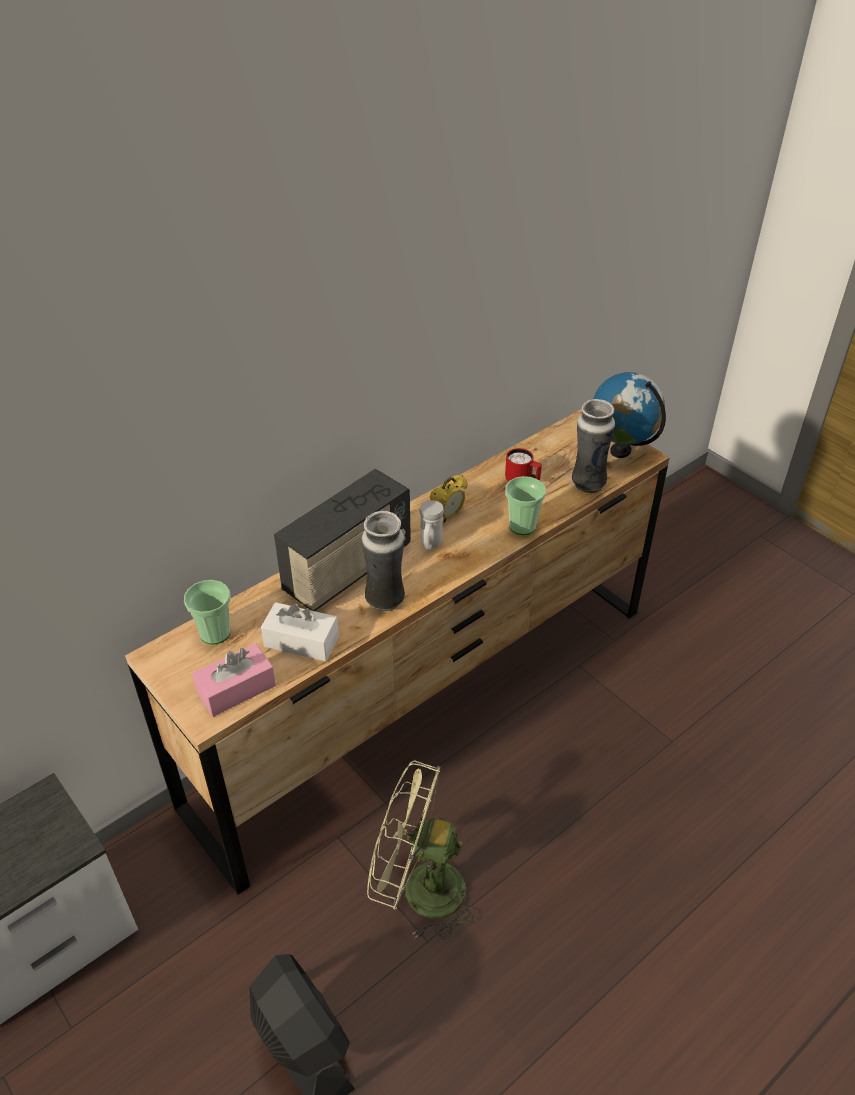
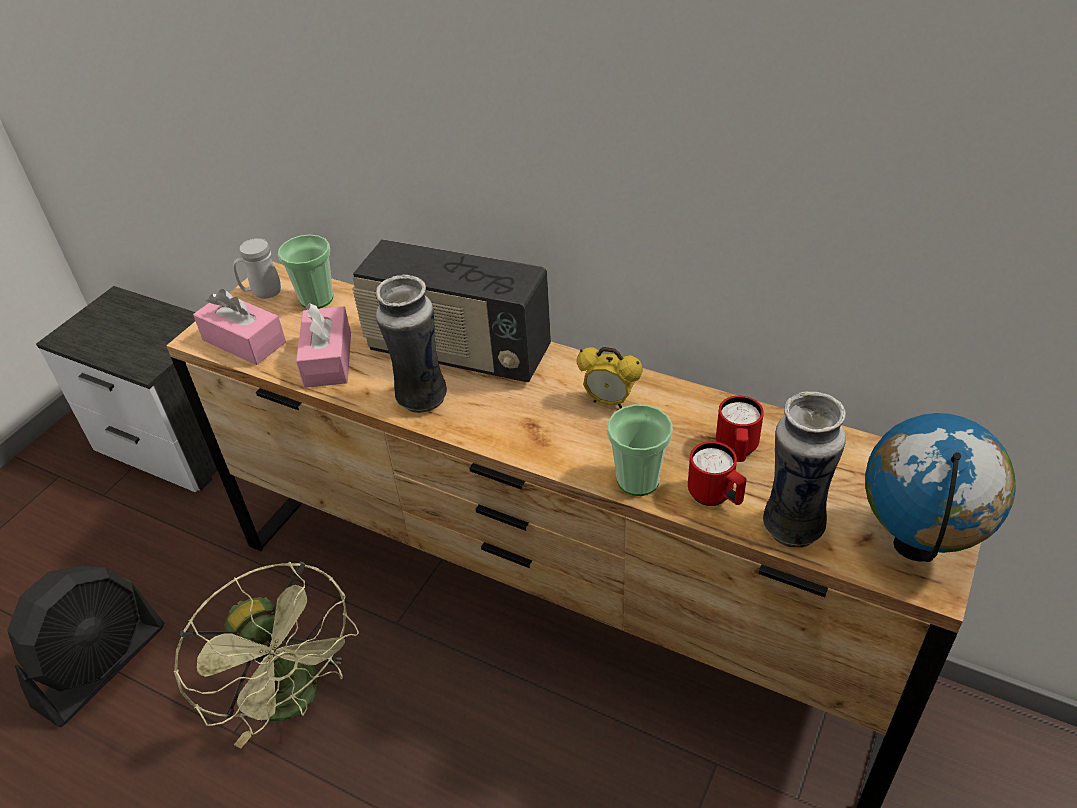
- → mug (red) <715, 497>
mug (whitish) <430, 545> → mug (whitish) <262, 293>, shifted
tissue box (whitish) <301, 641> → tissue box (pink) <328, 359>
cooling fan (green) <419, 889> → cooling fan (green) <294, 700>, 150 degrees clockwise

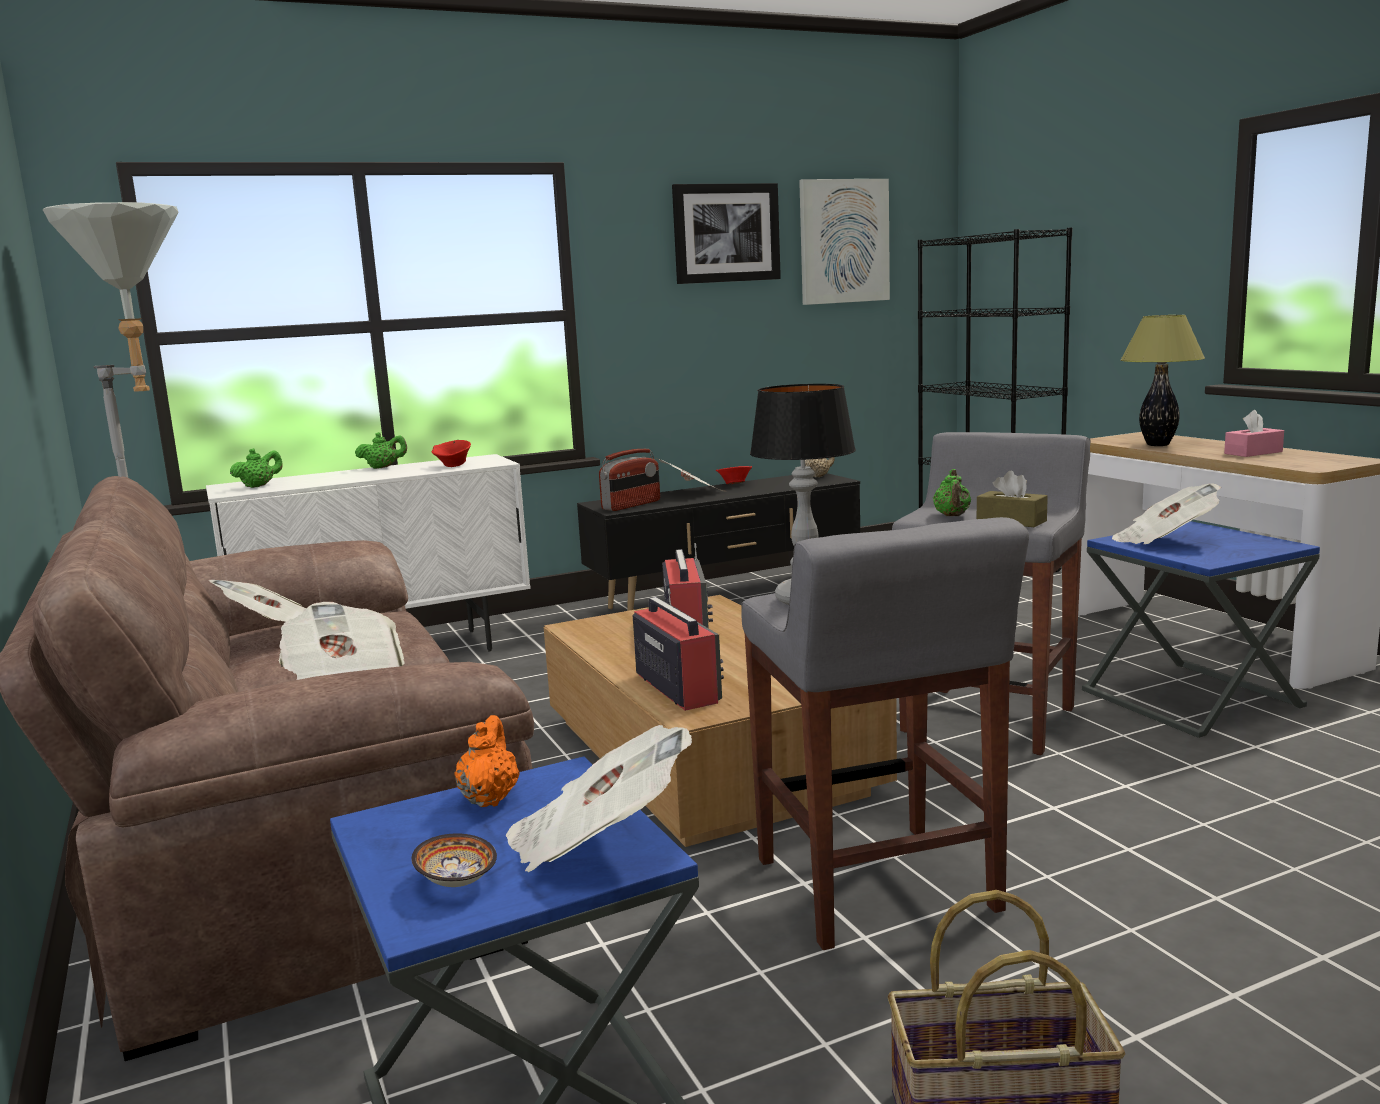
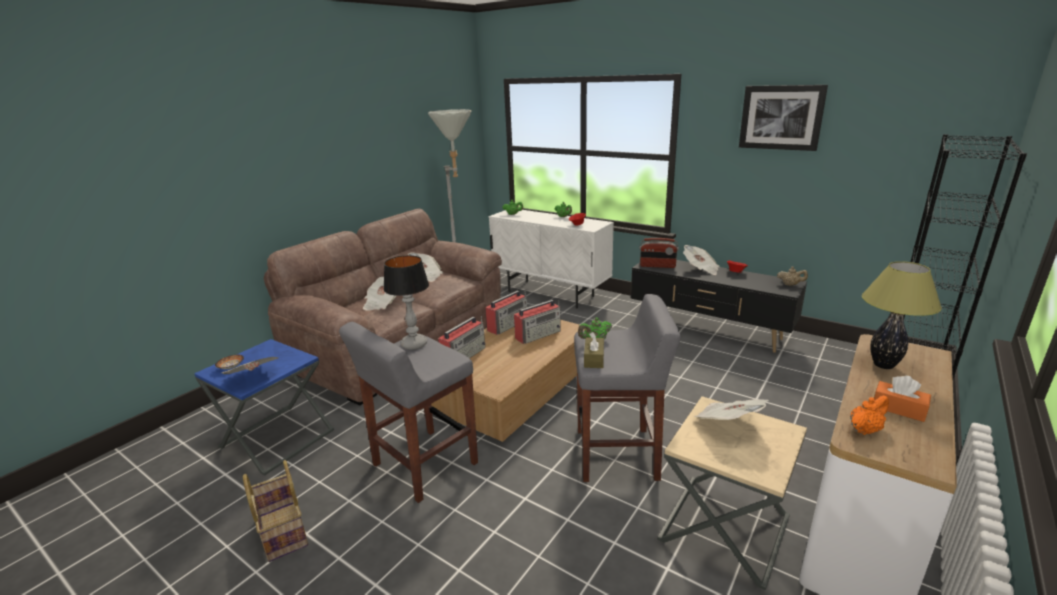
wall art <843, 241> → -
- → radio set <508, 325>
teapot (orange-coloured) <490, 798> → teapot (orange-coloured) <865, 429>, shifted
accent table (blue) <1190, 699> → accent table (beige-coloured) <724, 528>
tissue box (pink) <1253, 453> → tissue box (orange-coloured) <898, 408>

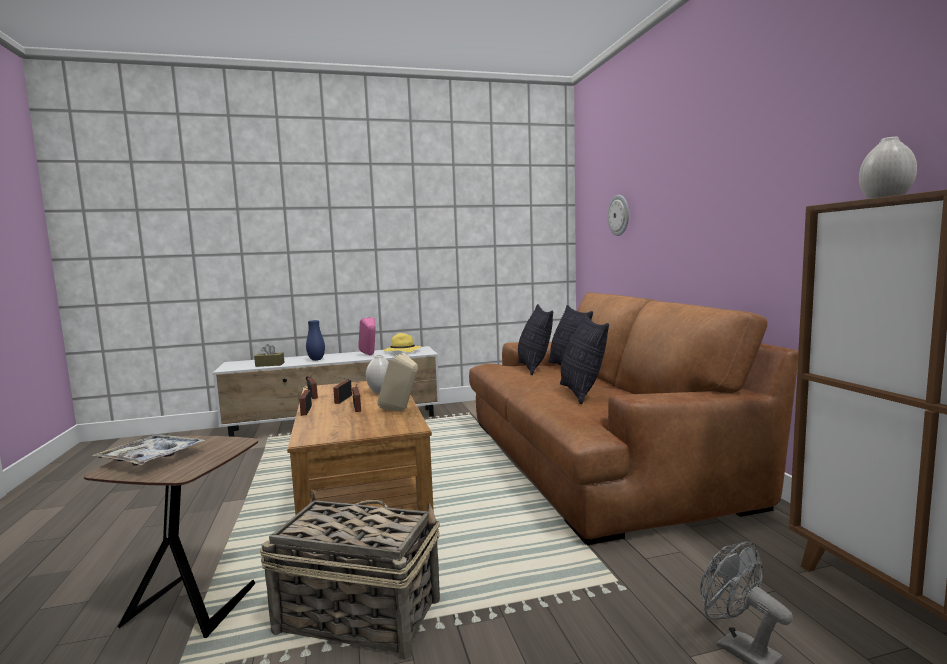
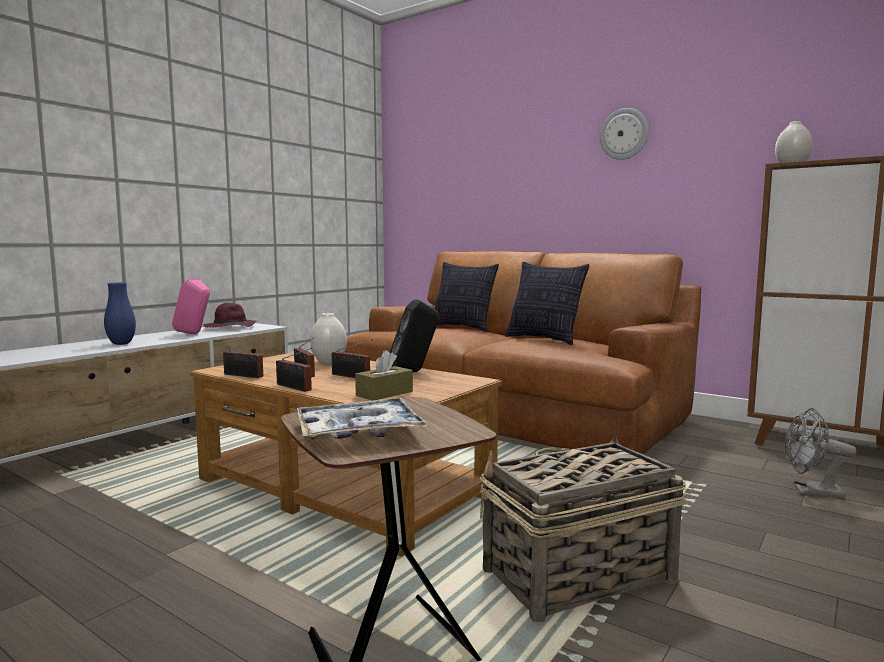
cushion <534, 368> → -
tissue box (brown-coloured) <270, 364> → tissue box (brown-coloured) <384, 393>, shifted
clock on the wall <619, 215> → clock on the wall <624, 134>, shifted
audio speaker (beige-coloured) <400, 411> → audio speaker (black) <414, 372>
wearable hat (yellow-coloured) <402, 351> → wearable hat (purplish) <229, 328>

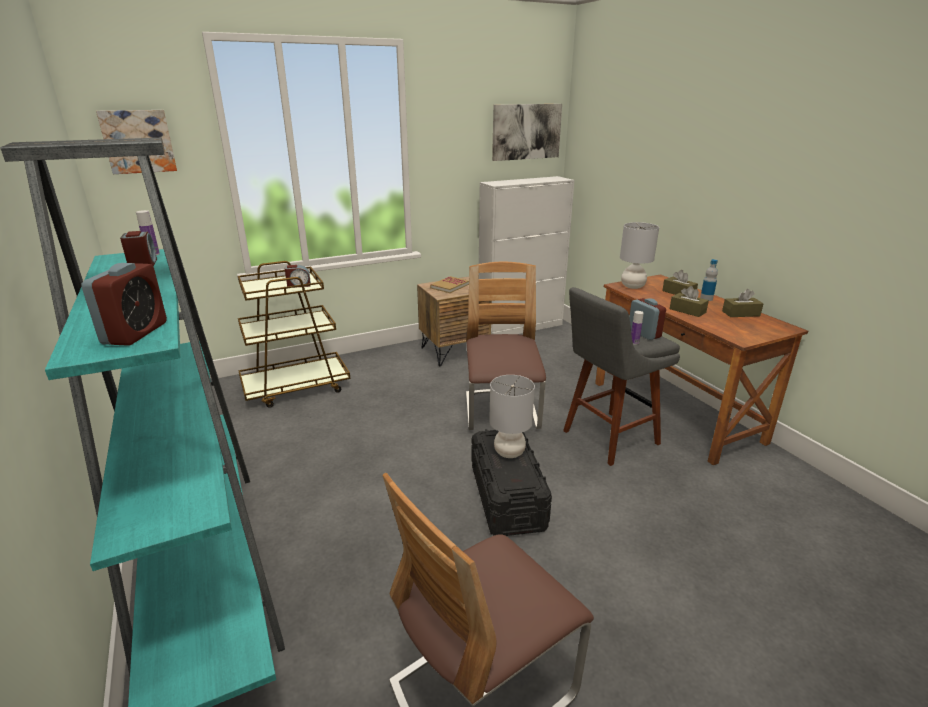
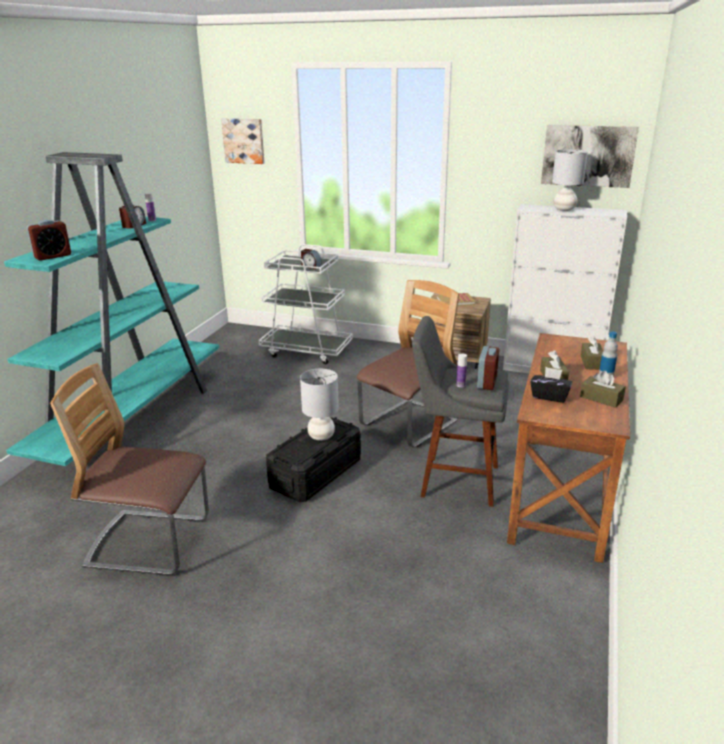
- → tissue box (black) <549, 396>
table lamp (grey) <633, 286> → table lamp (grey) <564, 209>, shifted
cart (brown-coloured) <296, 387> → cart (whitish) <306, 351>

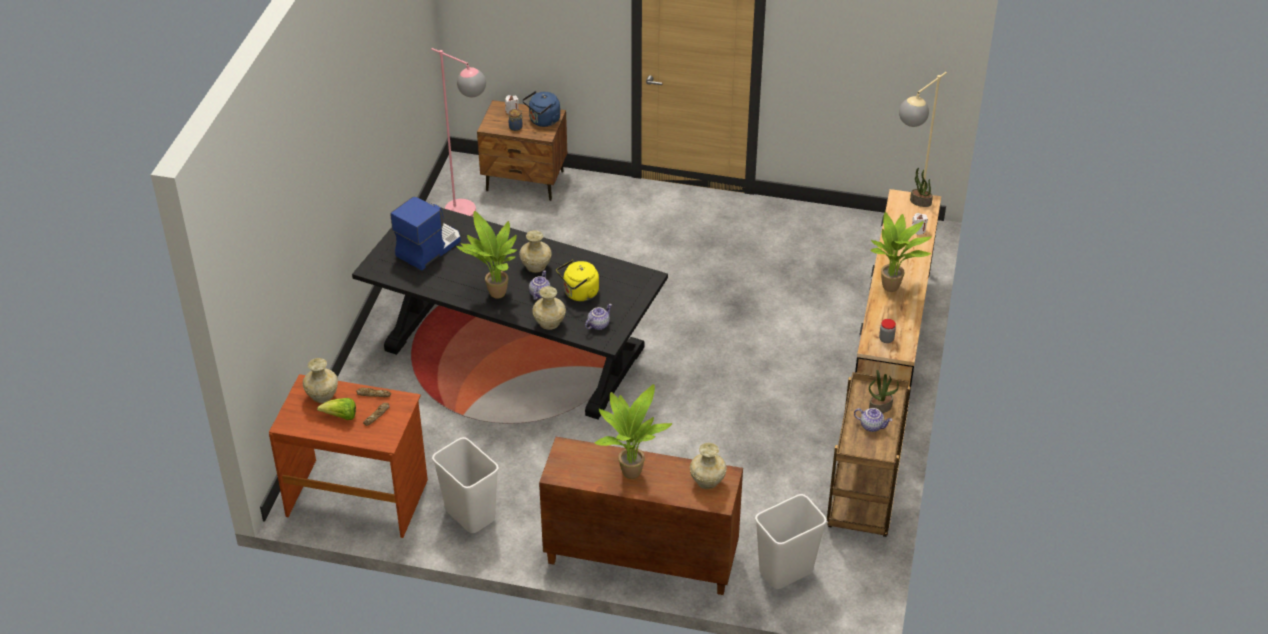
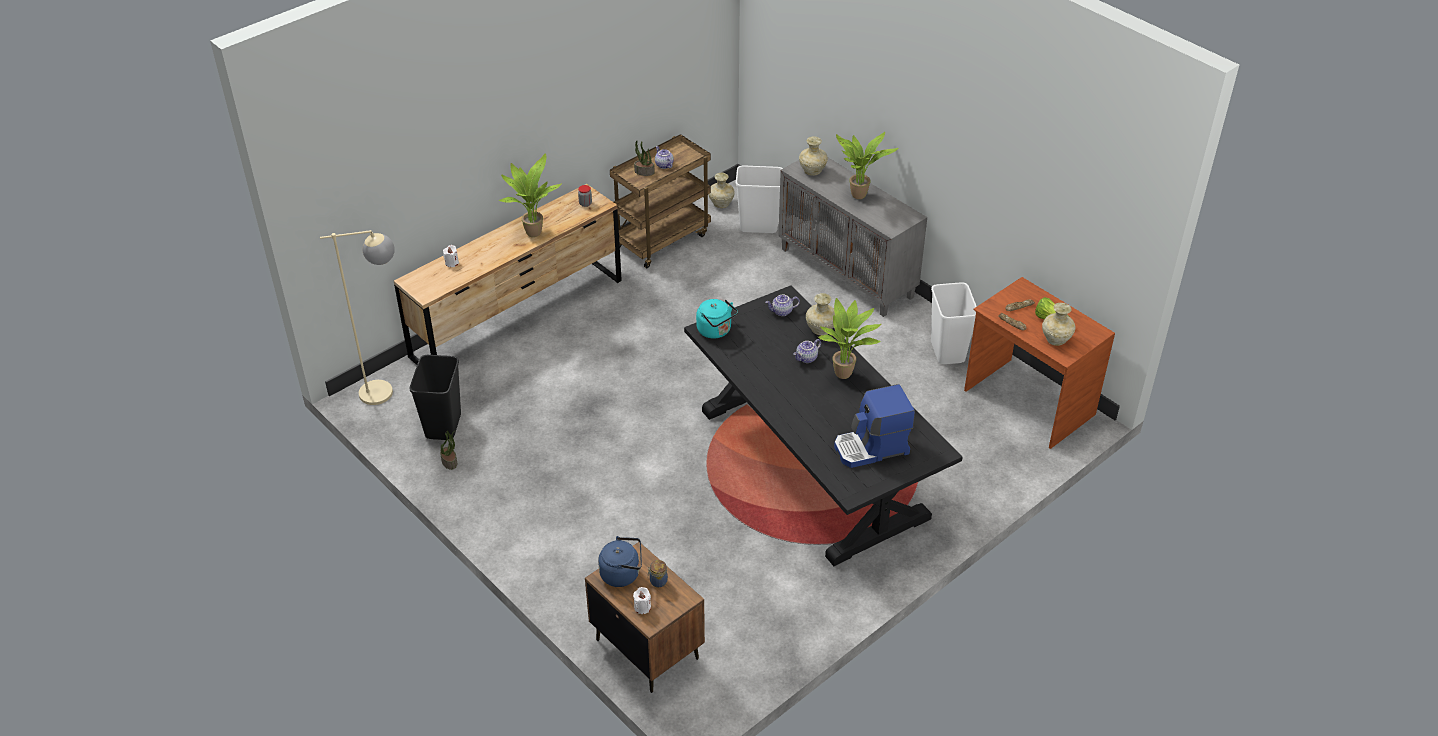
standing lamp (pink) <469, 215> → -
water kettle (yellow-coloured) <579, 294> → -
- → trash can (black) <442, 425>
- → water kettle (turquoise) <716, 331>
vase (beige-coloured) <535, 267> → vase (beige-coloured) <721, 204>, shifted
plant in a pot <920, 202> → plant in a pot <450, 462>, shifted
cabinet (brown-coloured) <639, 559> → cabinet (grey) <847, 273>

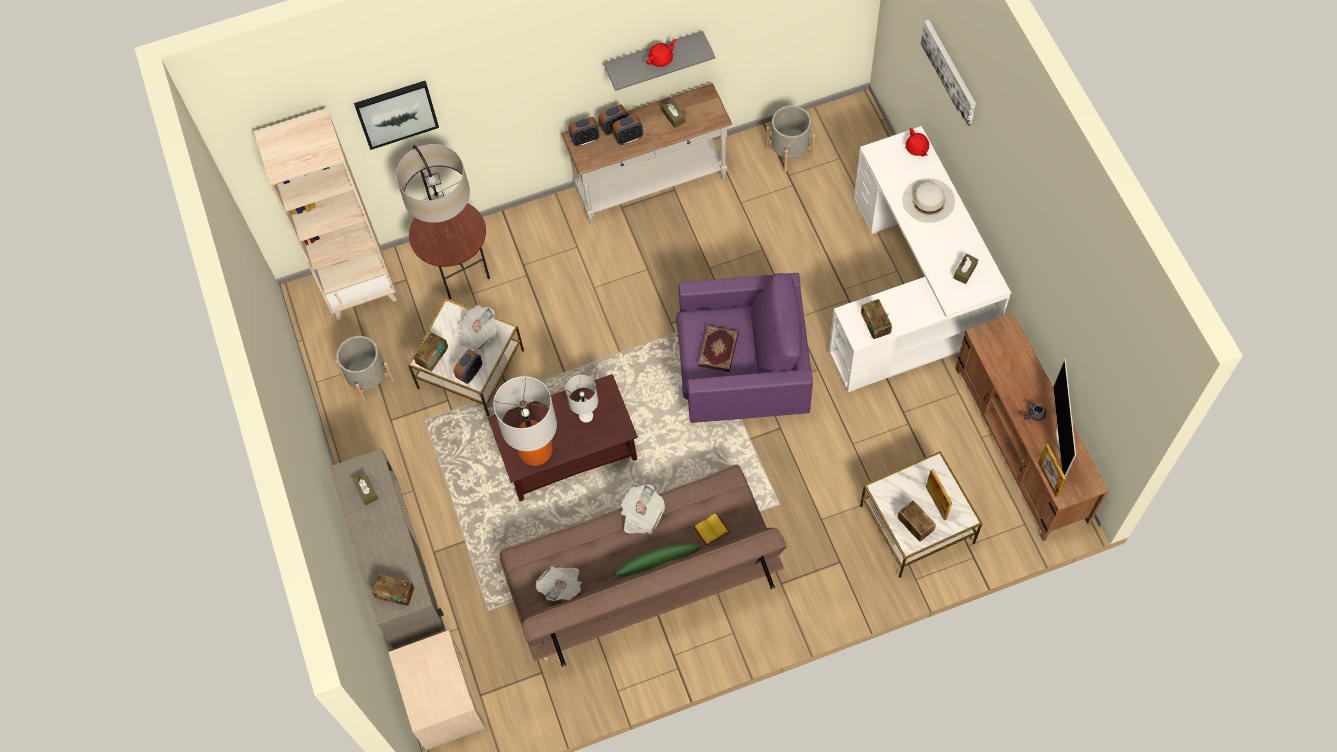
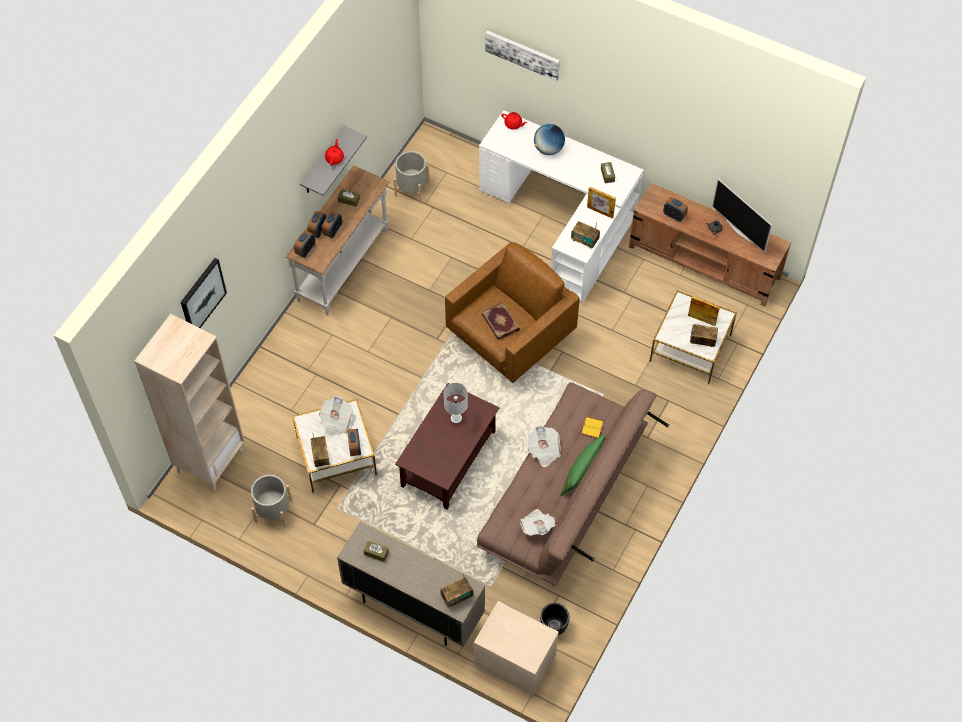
standing lamp <459, 271> → -
table lamp <535, 450> → -
- → flower pot (black) <554, 626>
- → table clock <674, 216>
picture frame <1048, 479> → picture frame <600, 212>, shifted
wearable hat (whitish) <928, 200> → world globe <548, 149>
easy chair (purplish) <742, 374> → easy chair (brown-coloured) <510, 337>

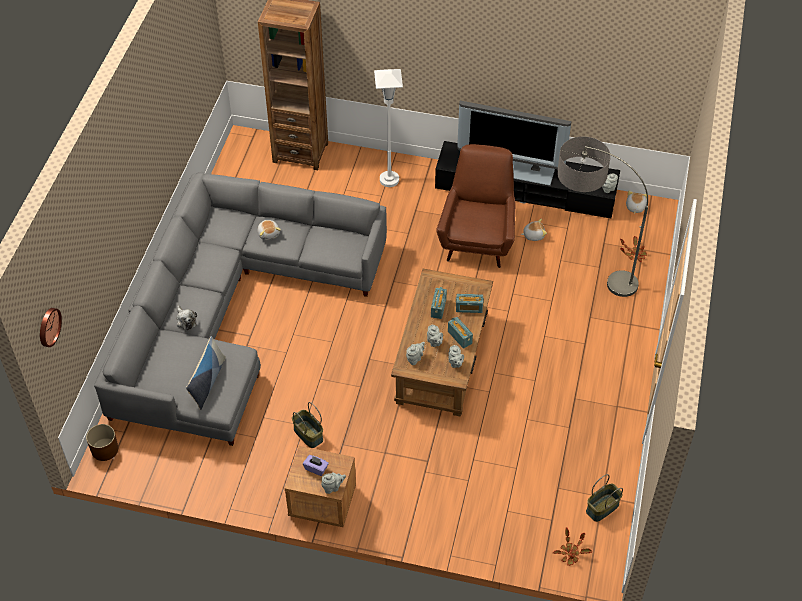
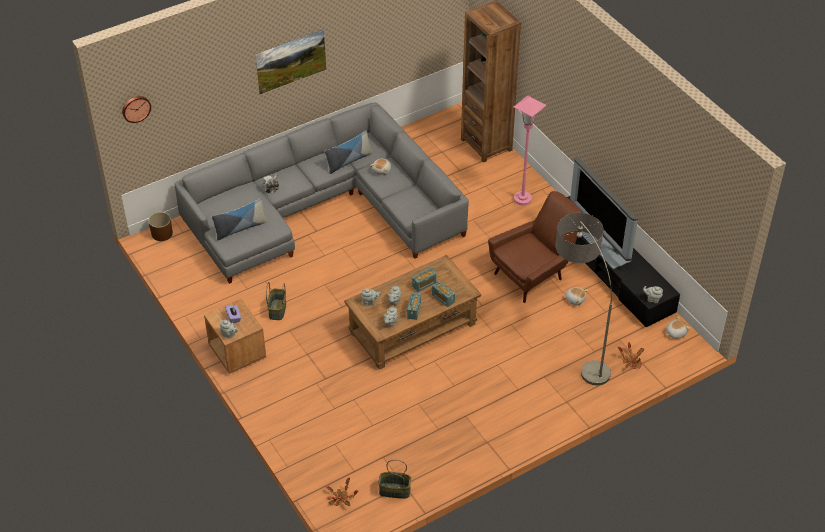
- → wall art <292, 72>
- → cushion <348, 161>
standing lamp (whitish) <389, 180> → standing lamp (pink) <522, 199>

